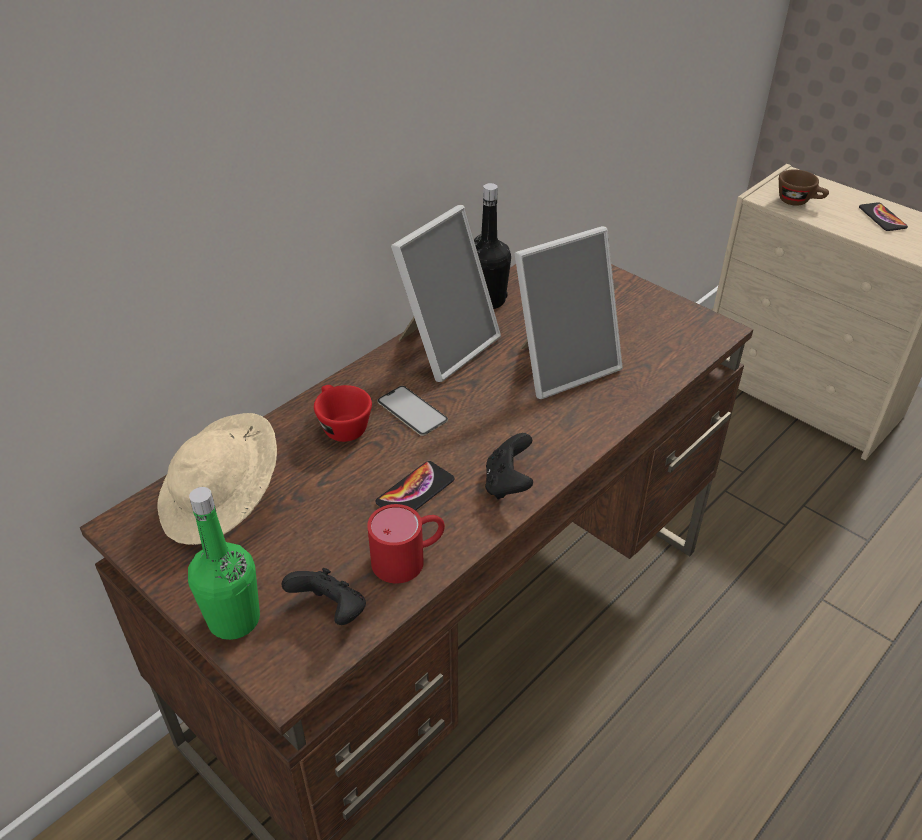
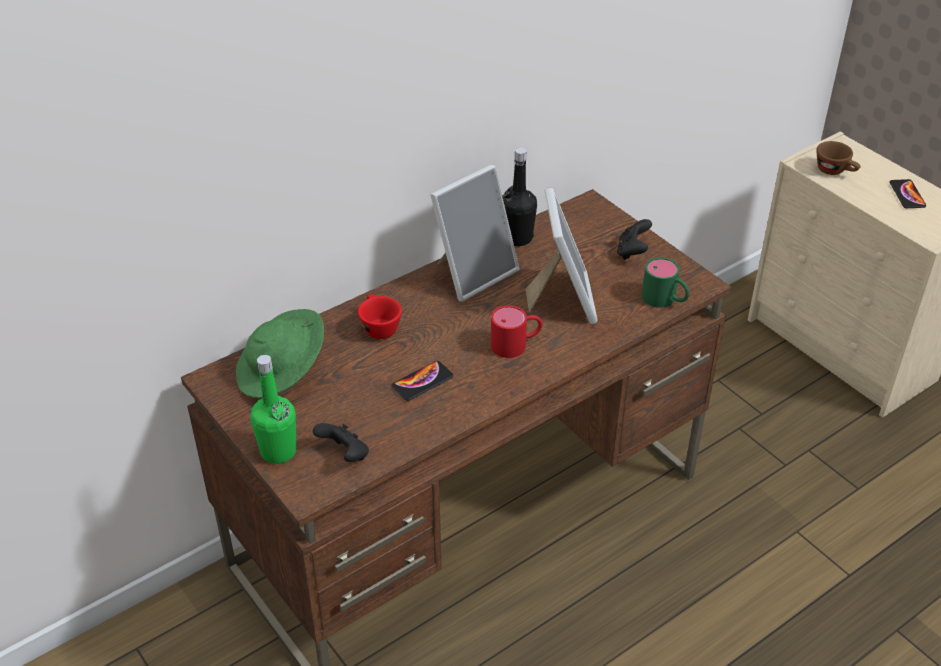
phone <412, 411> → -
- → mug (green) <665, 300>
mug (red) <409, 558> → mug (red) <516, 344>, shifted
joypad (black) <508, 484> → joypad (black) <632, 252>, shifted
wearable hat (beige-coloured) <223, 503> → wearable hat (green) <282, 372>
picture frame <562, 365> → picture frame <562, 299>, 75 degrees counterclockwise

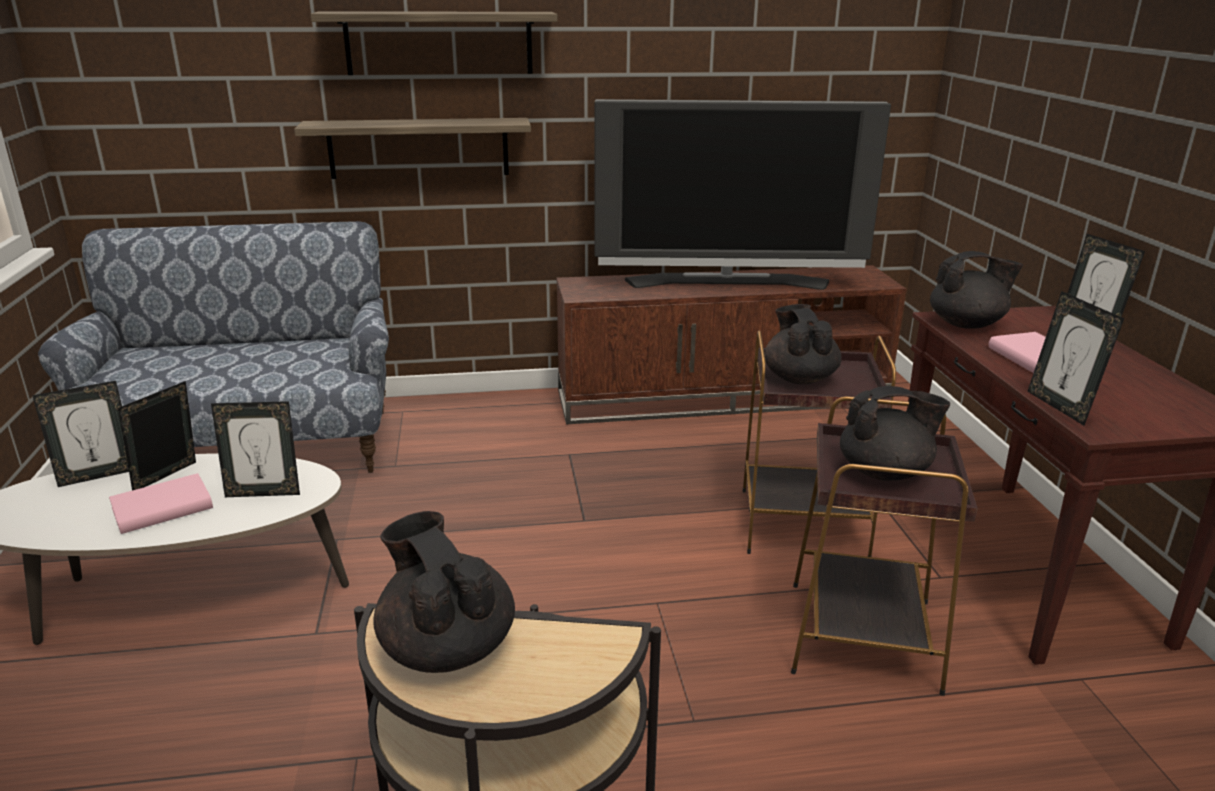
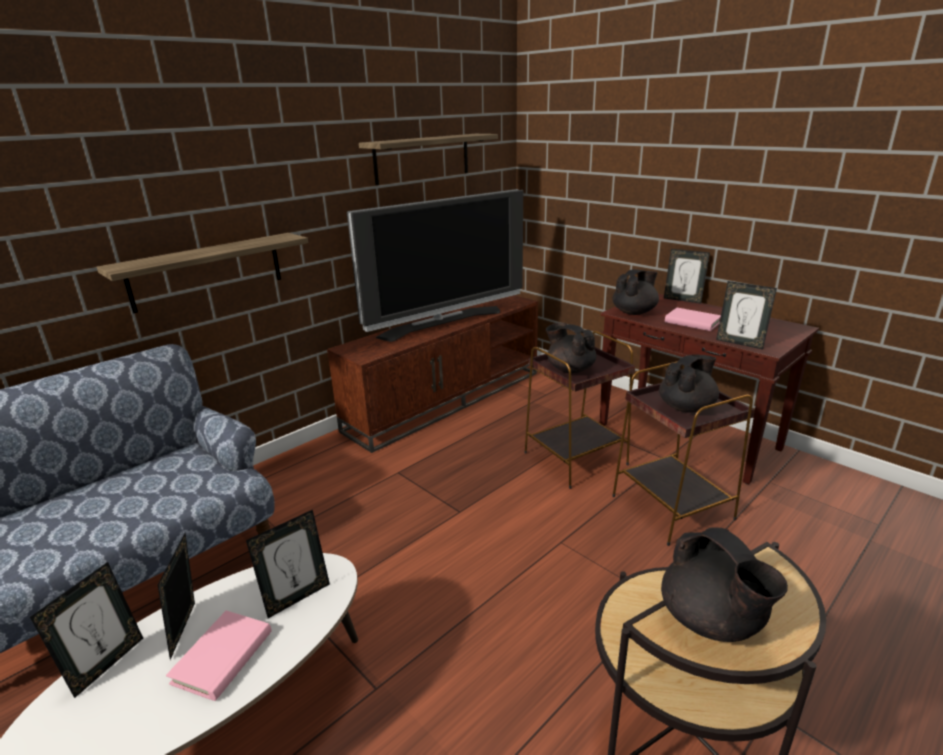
shelf <439, 43> → shelf <422, 158>, shifted
teapot (black) <446, 647> → teapot (black) <712, 621>, 135 degrees counterclockwise

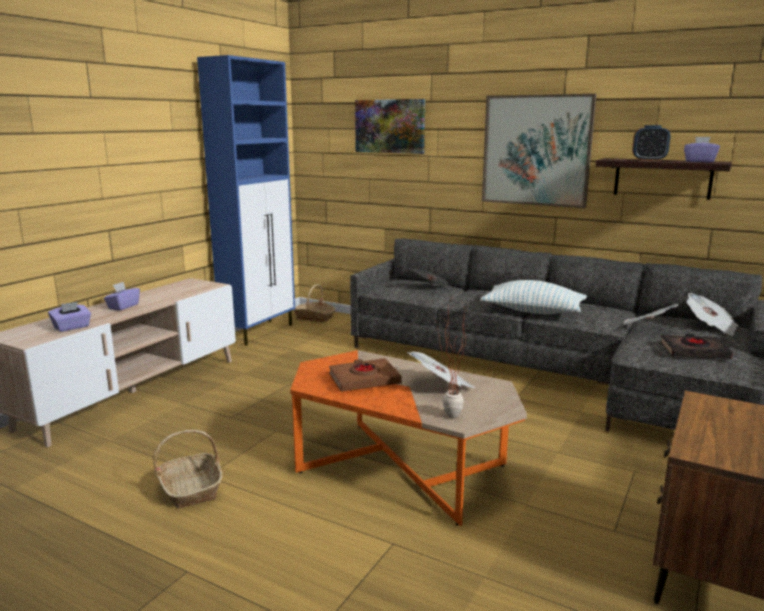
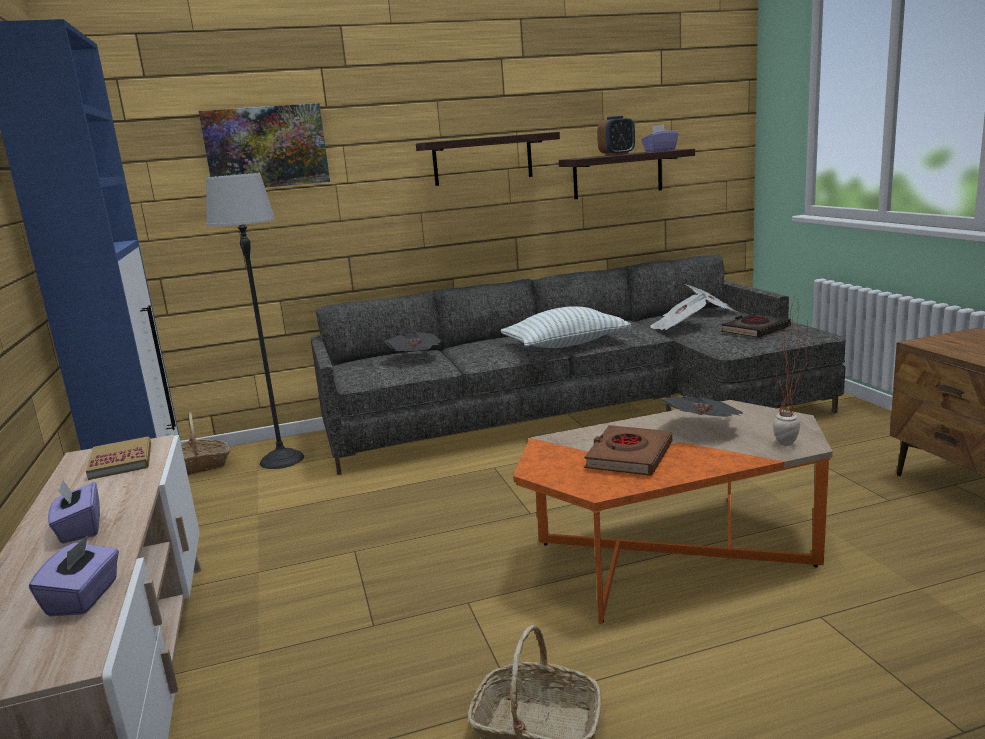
- → bound book <121, 461>
- → standing lamp <281, 460>
wall art <536, 150> → shelf <482, 159>

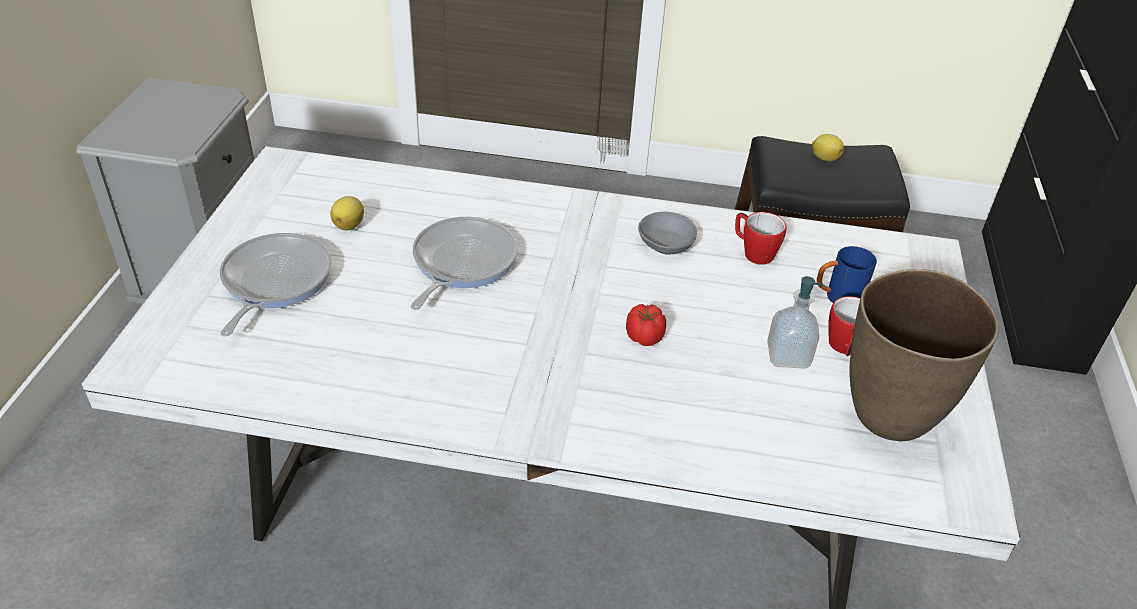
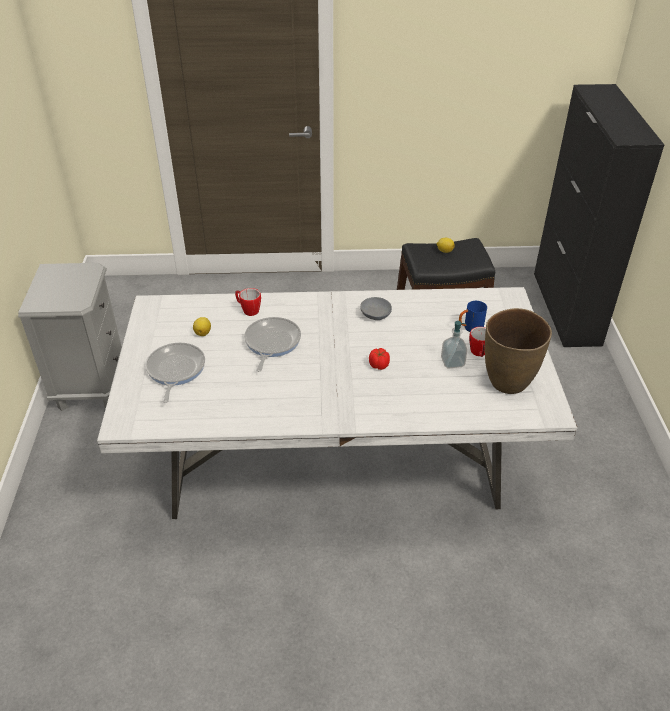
mug <753, 253> → mug <248, 310>, shifted

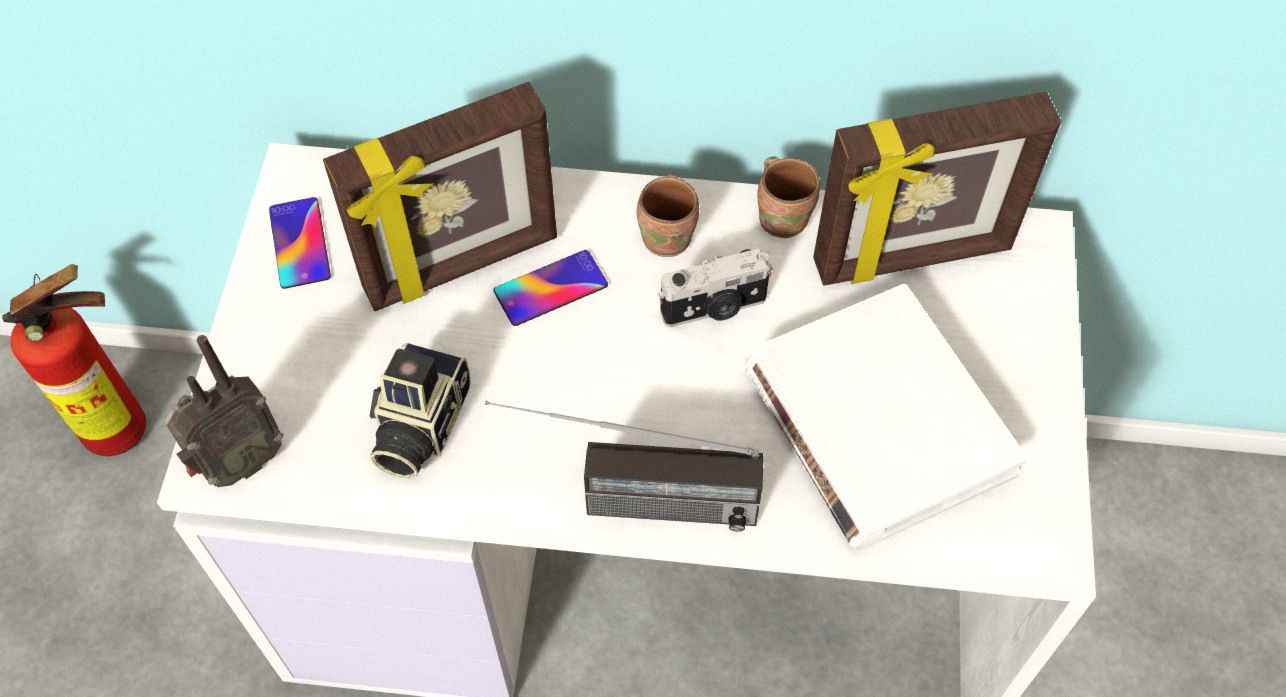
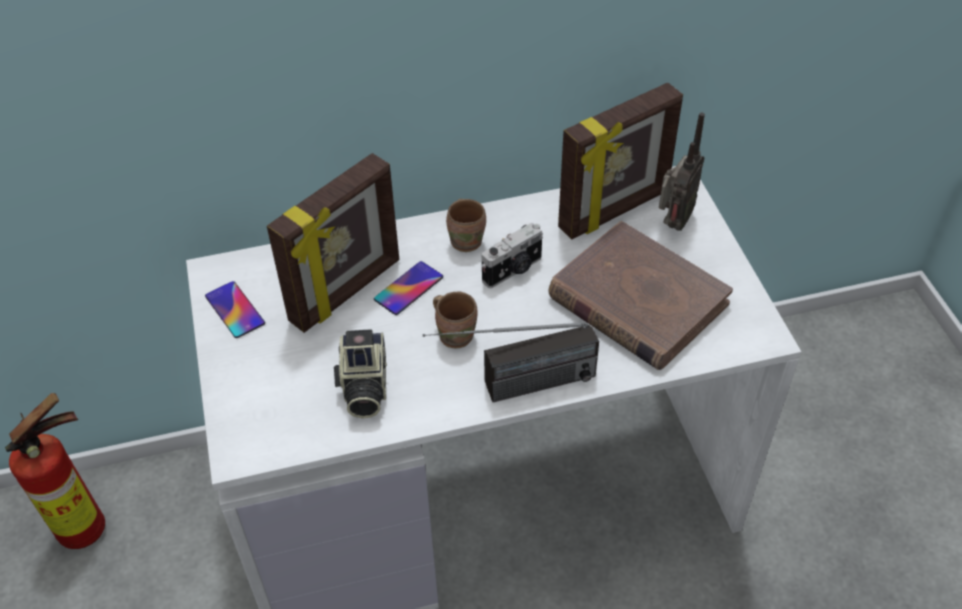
radio set <239, 463> → radio set <673, 223>, shifted
mug (brown-coloured) <784, 217> → mug (brown-coloured) <456, 334>, shifted
bound book (whitish) <876, 422> → bound book (brown-coloured) <637, 301>

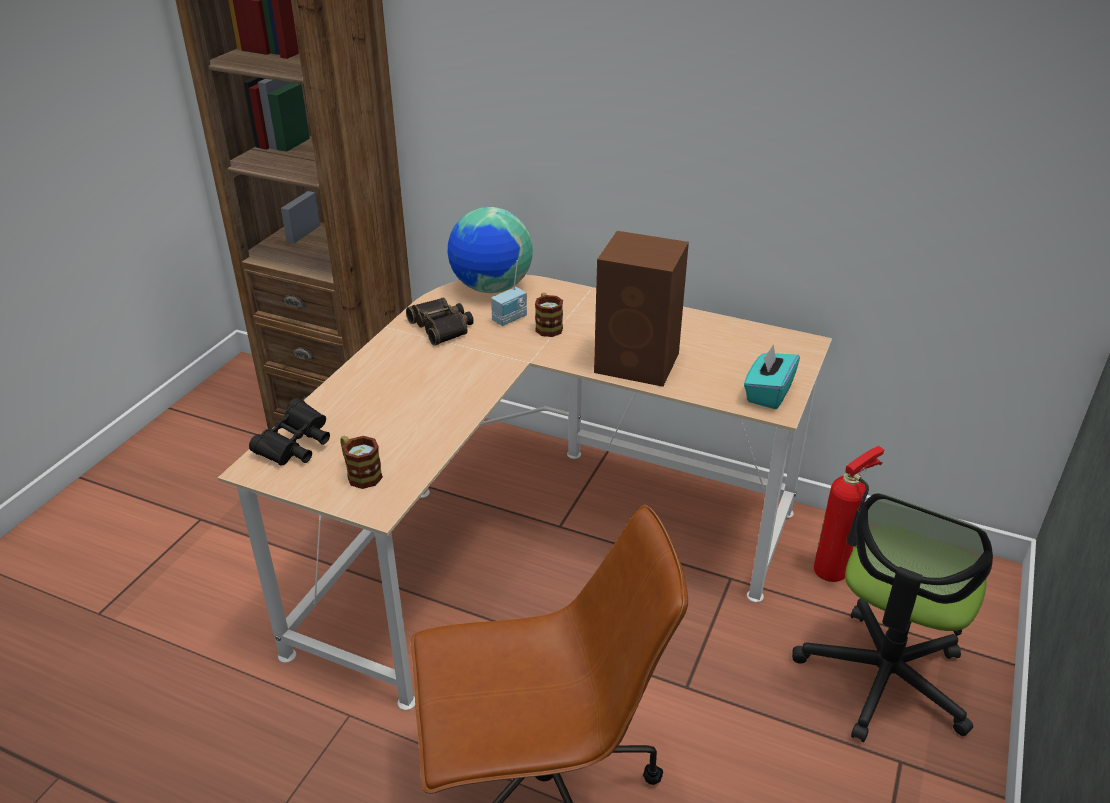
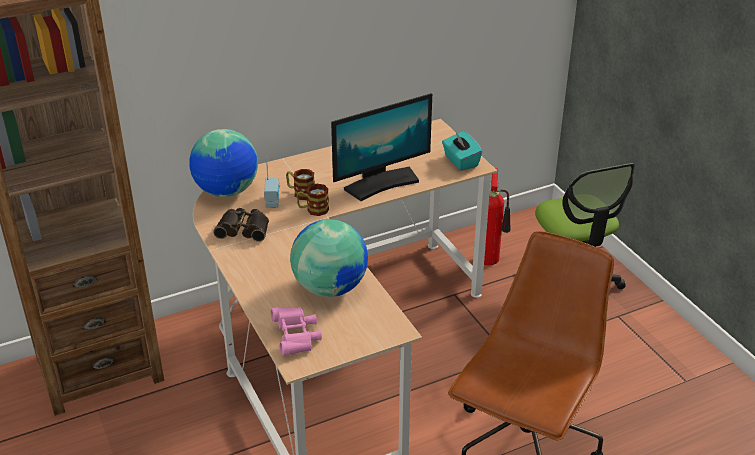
- → world globe <330, 287>
mug <360, 473> → mug <313, 210>, shifted
audio speaker (brown-coloured) <639, 363> → computer screen <381, 183>
pair of binoculars (black) <295, 447> → pair of binoculars (pink) <296, 338>

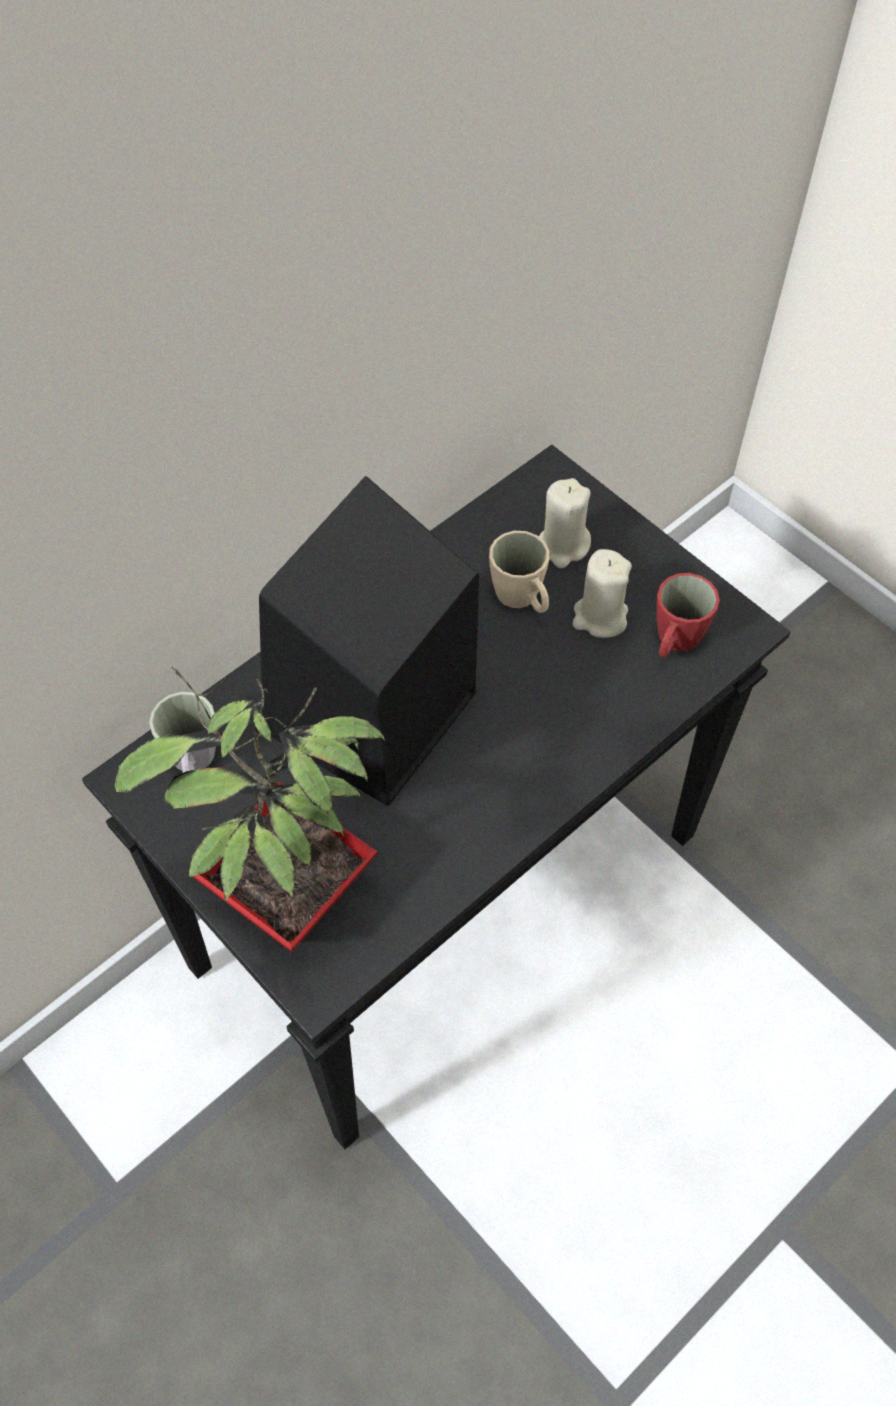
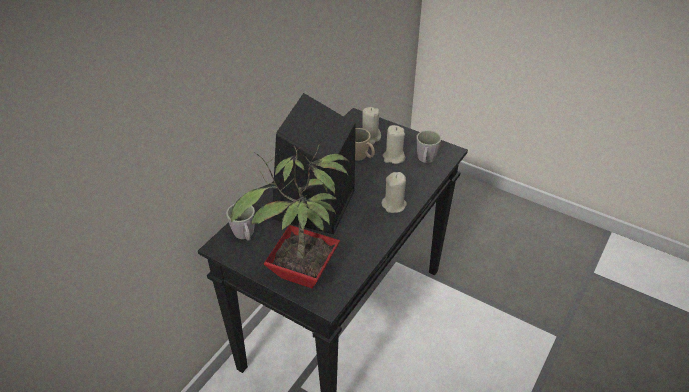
- → wax candle (beige-coloured) <394, 205>
mug (red) <674, 642> → mug (grey) <425, 160>

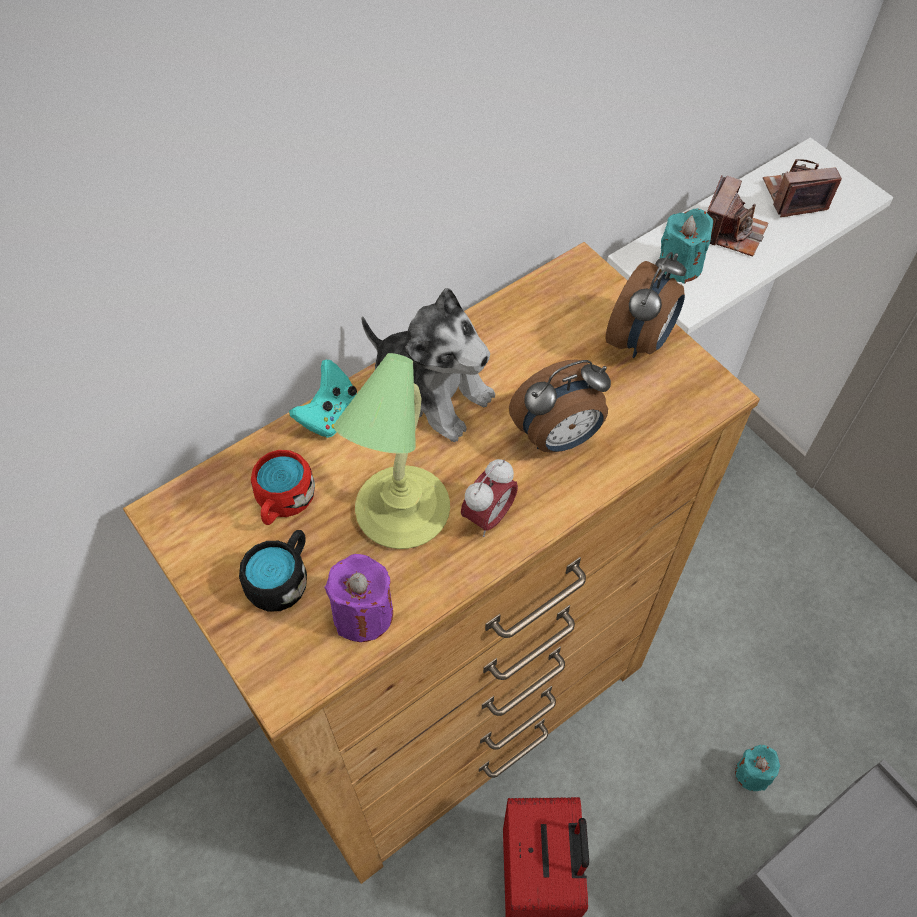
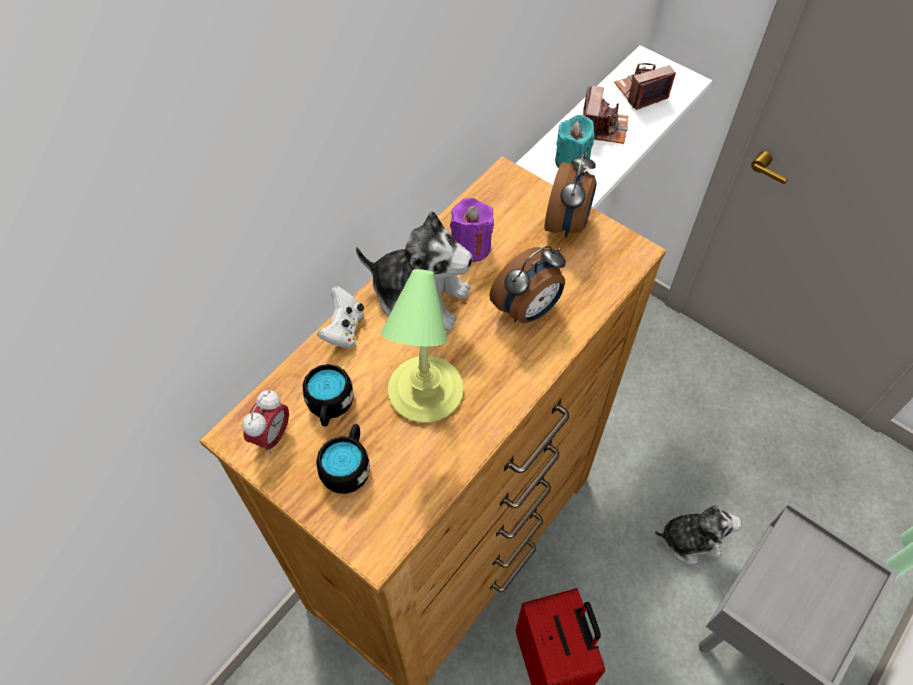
wax candle (purplish) <363, 614> → wax candle (purplish) <470, 246>, shifted
table clock <488, 516> → table clock <272, 436>, shifted
wax candle (turquoise) <752, 774> → plush toy <690, 539>
mug (red) <283, 502> → mug (black) <329, 406>
joypad (turquoise) <328, 413> → joypad (whitish) <344, 329>

